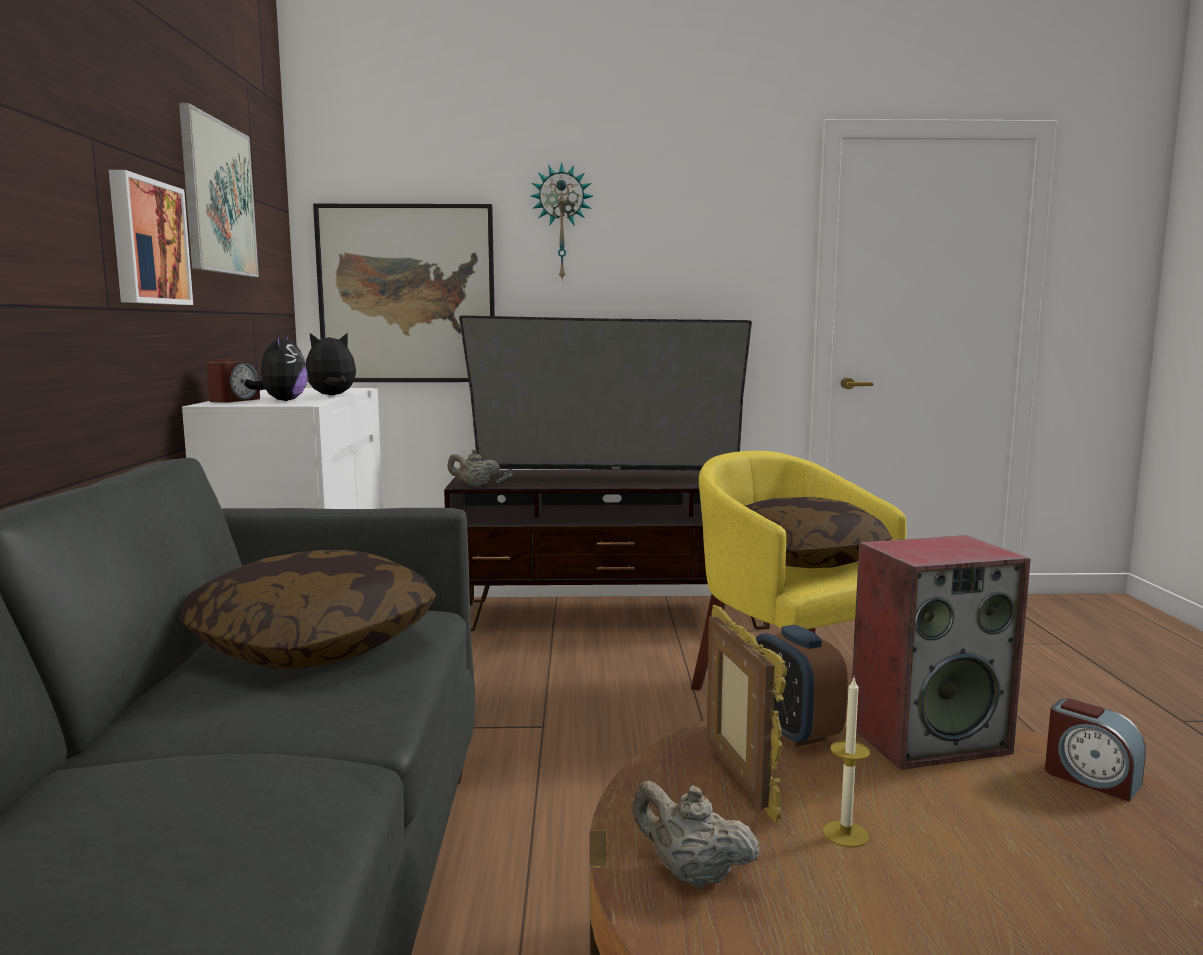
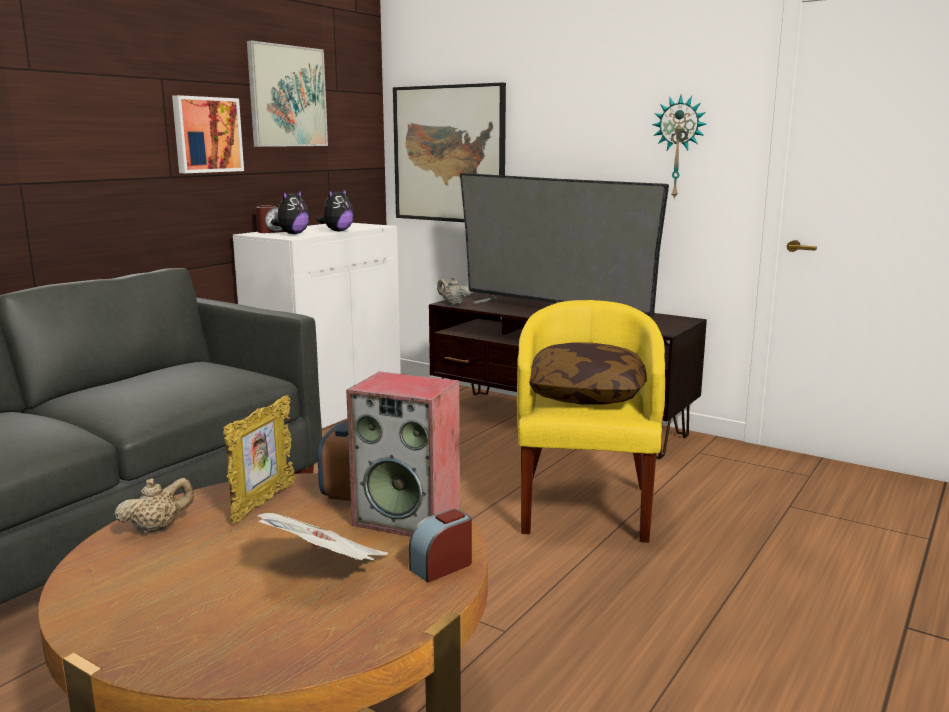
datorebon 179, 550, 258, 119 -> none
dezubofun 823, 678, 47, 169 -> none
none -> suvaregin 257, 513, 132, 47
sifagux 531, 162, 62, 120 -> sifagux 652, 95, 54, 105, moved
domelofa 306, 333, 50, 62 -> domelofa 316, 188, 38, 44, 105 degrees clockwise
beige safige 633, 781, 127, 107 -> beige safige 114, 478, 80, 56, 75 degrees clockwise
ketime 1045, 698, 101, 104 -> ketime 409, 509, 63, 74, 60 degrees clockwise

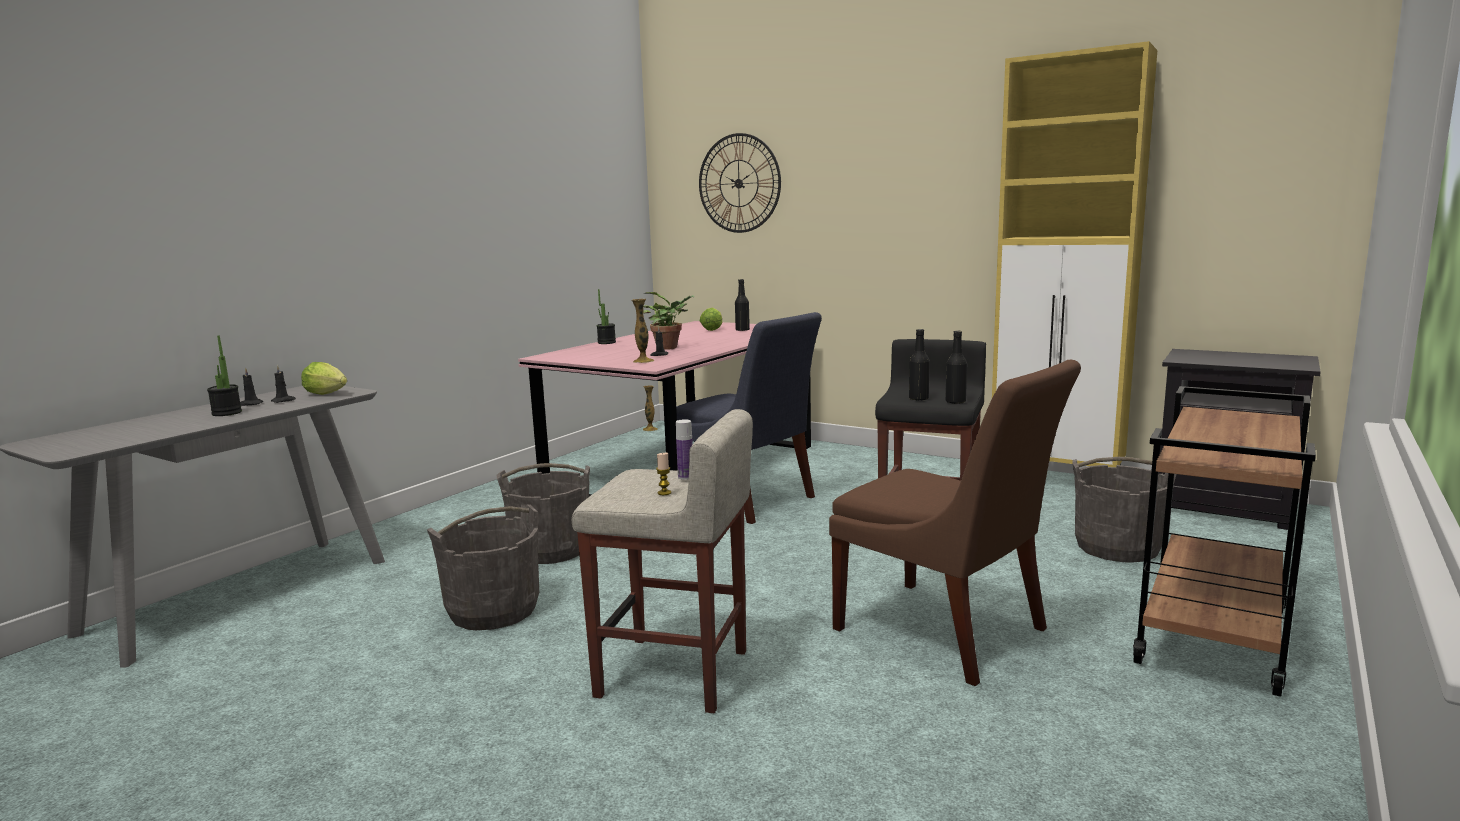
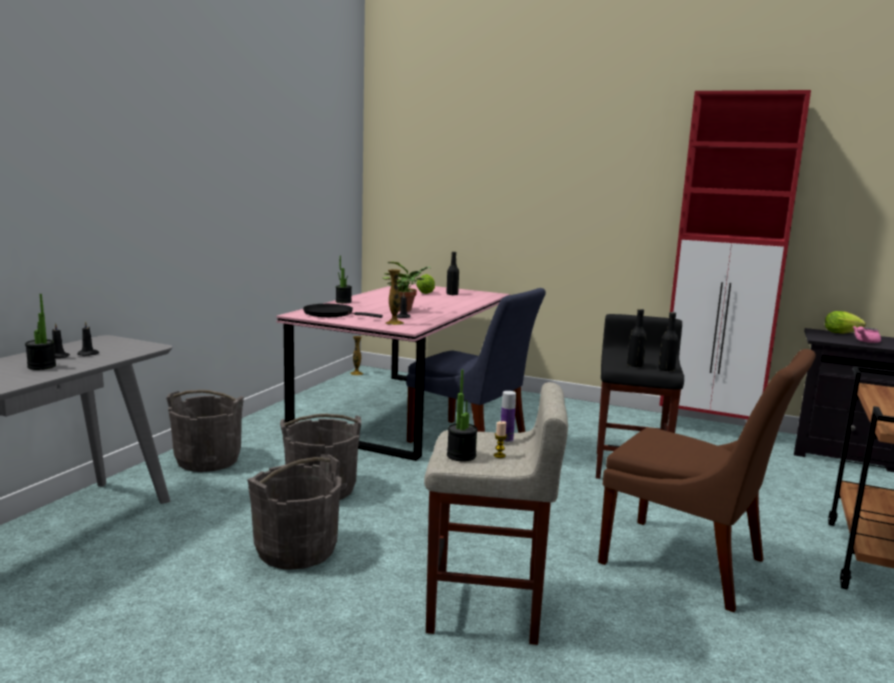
sifagux 699, 133, 82, 100 -> none
none -> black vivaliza 303, 304, 80, 14
none -> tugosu 447, 369, 31, 93
none -> pink safige 852, 326, 29, 17
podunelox 301, 362, 46, 33 -> podunelox 825, 311, 41, 23, moved
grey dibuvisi 1072, 457, 104, 106 -> grey dibuvisi 166, 390, 78, 82, moved
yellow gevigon 992, 41, 165, 426 -> red gevigon 659, 90, 152, 329

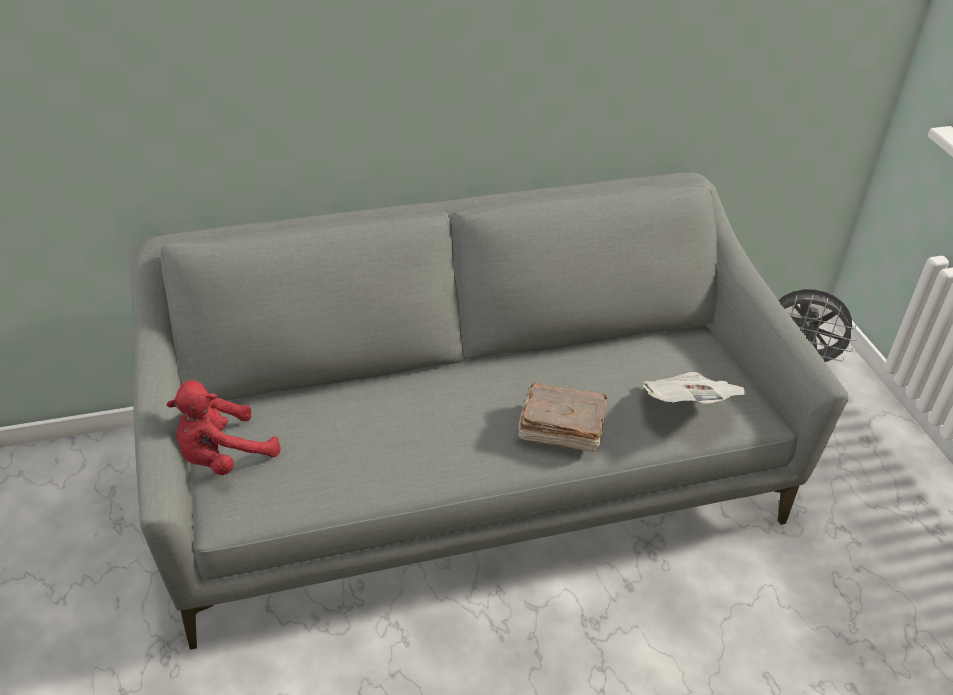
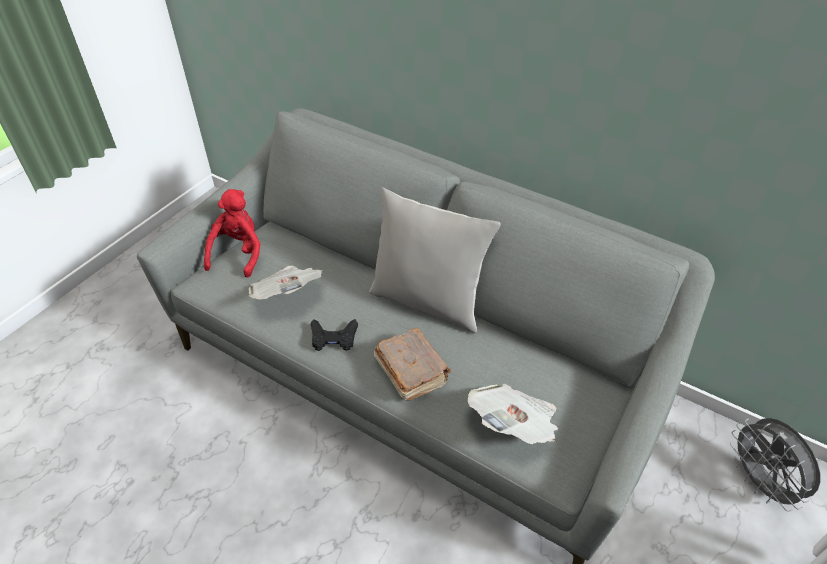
none -> suvaregin 248, 265, 74, 34
none -> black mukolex 310, 319, 48, 32
none -> grey datorebon 369, 187, 132, 146
red domelofa 166, 380, 115, 95 -> red domelofa 204, 189, 56, 89, 90 degrees clockwise

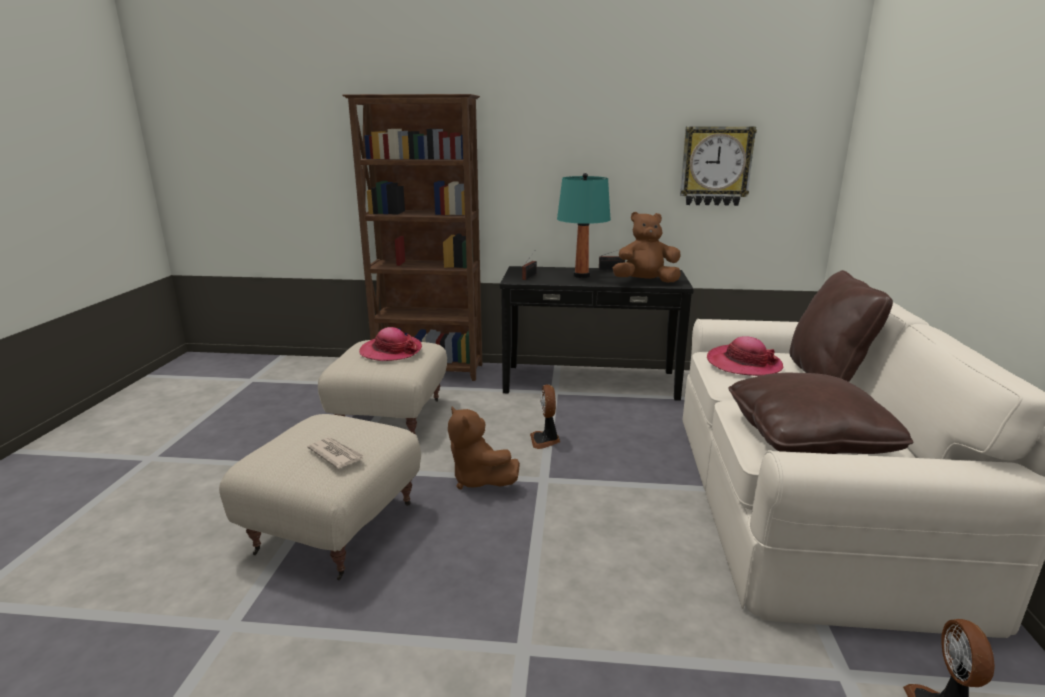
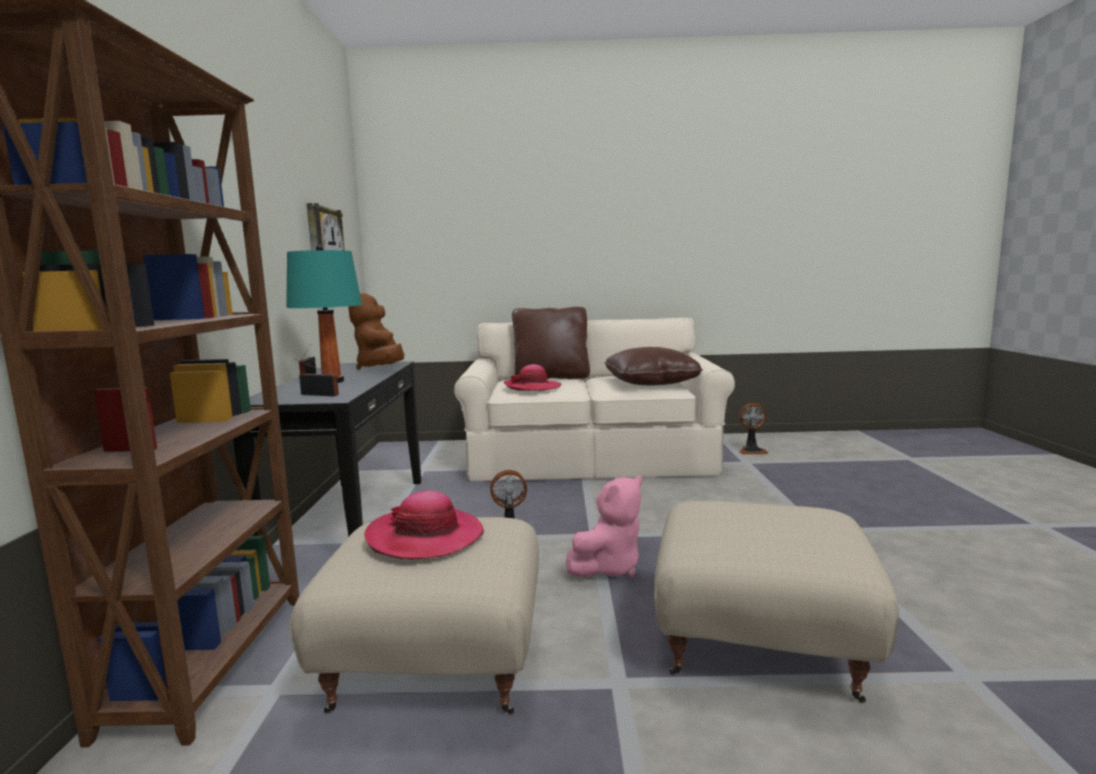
suvaregin 307, 437, 57, 32 -> none
brown domelofa 448, 407, 72, 82 -> pink domelofa 566, 476, 76, 102

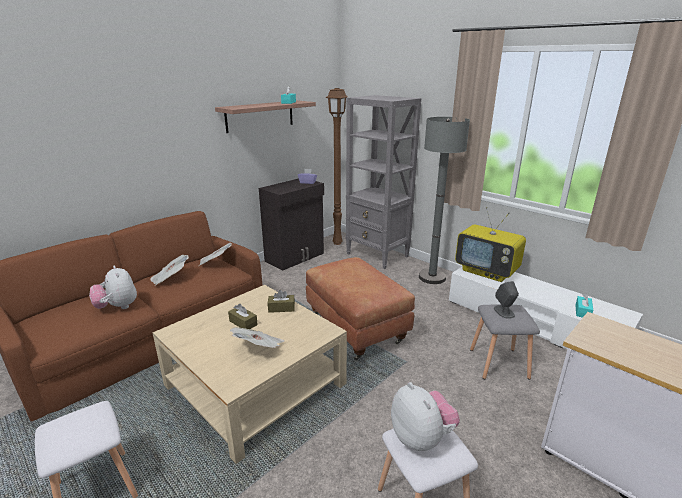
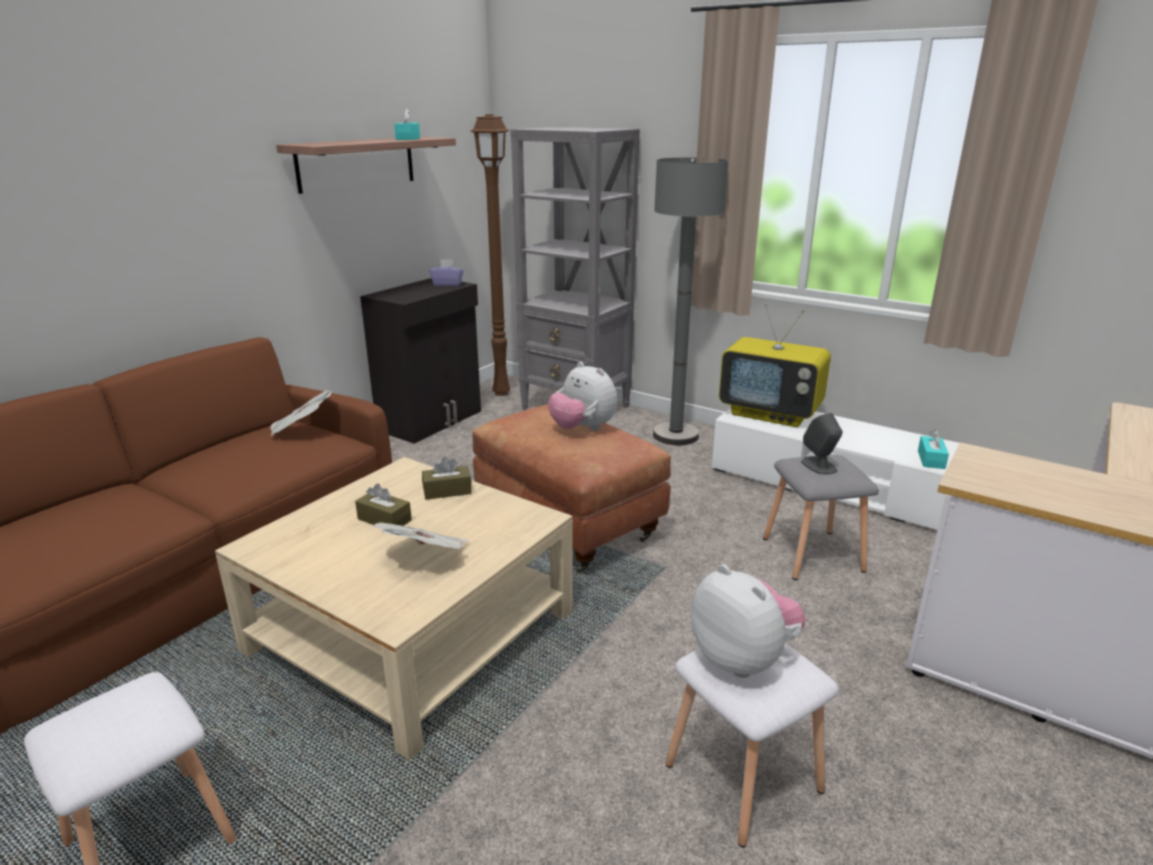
suvaregin 150, 255, 39, 31 -> none
domelofa 89, 266, 48, 43 -> domelofa 548, 362, 69, 69, moved

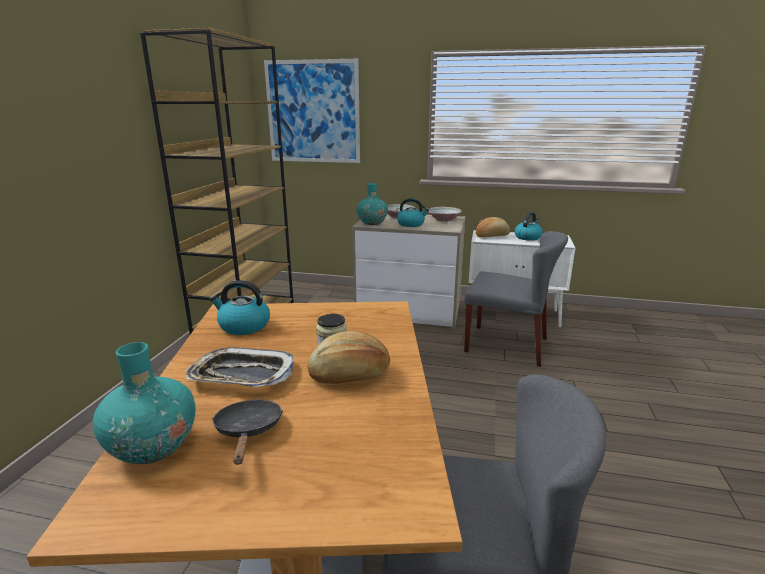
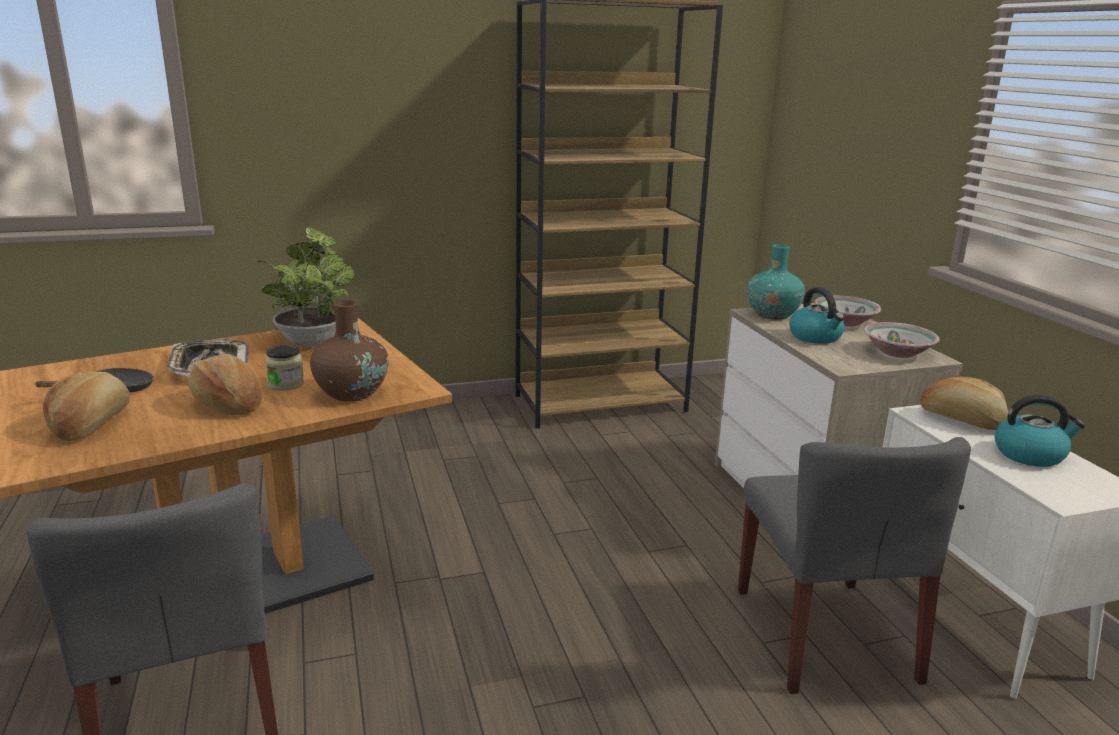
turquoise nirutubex 93, 342, 102, 122 -> none
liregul 264, 59, 96, 104 -> none
none -> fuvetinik 43, 372, 87, 69
none -> brown nirutubex 310, 300, 78, 101
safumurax 210, 280, 60, 55 -> tugosu 258, 227, 96, 120

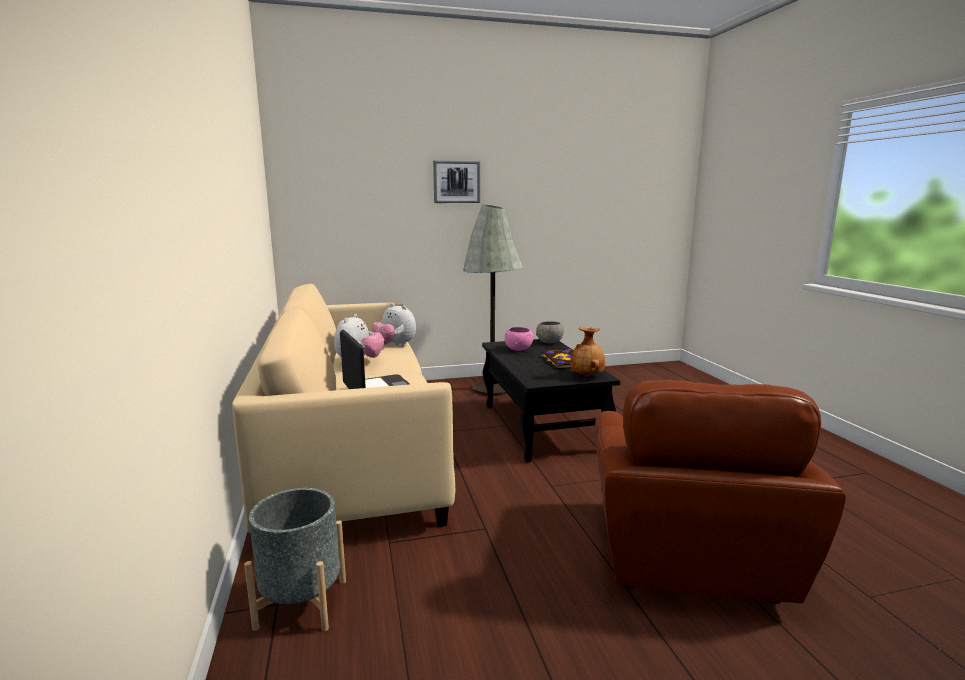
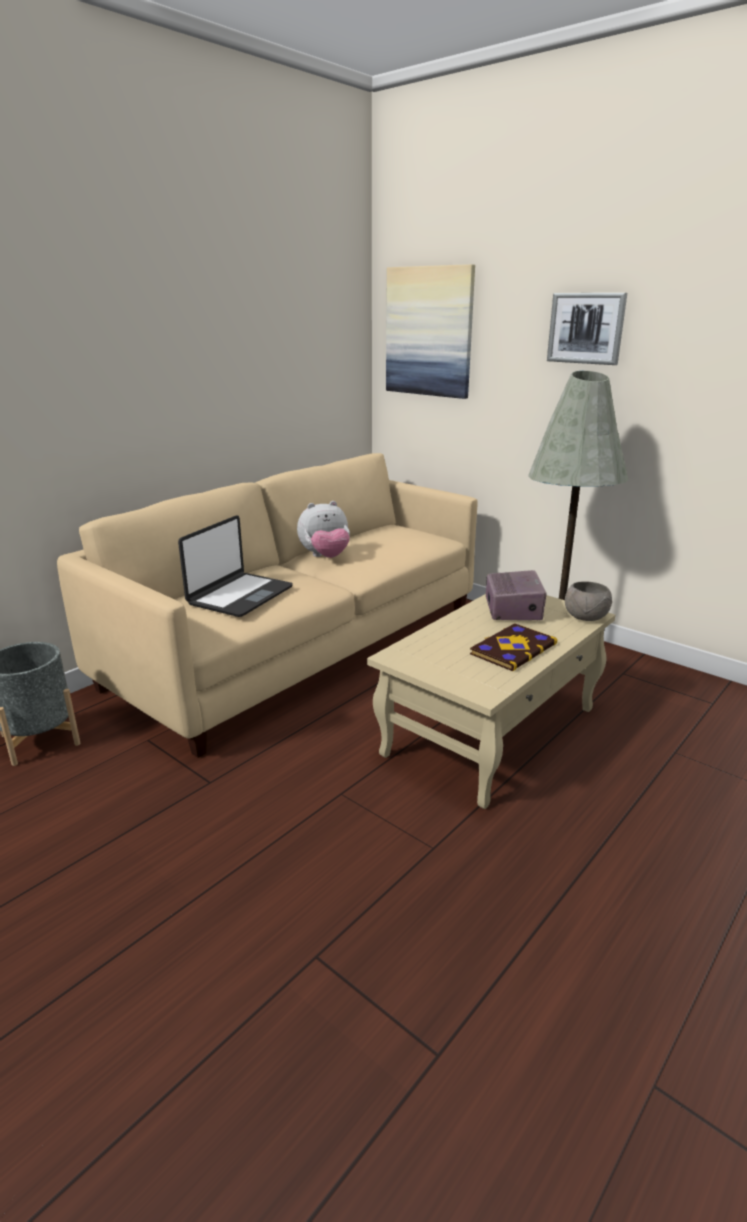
domelofa 372, 303, 44, 44 -> none
brown nirutubex 570, 327, 35, 49 -> none
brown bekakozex 595, 380, 251, 224 -> none
none -> liregul 386, 264, 89, 135
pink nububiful 505, 327, 29, 24 -> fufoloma 485, 570, 62, 50
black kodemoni 482, 339, 138, 123 -> beige kodemoni 367, 594, 248, 215

